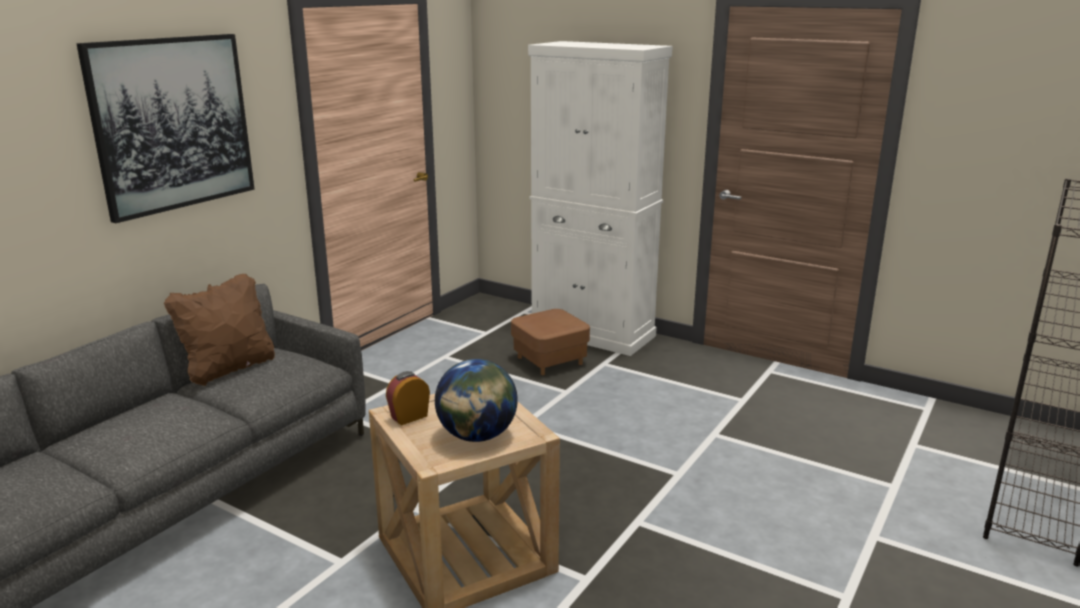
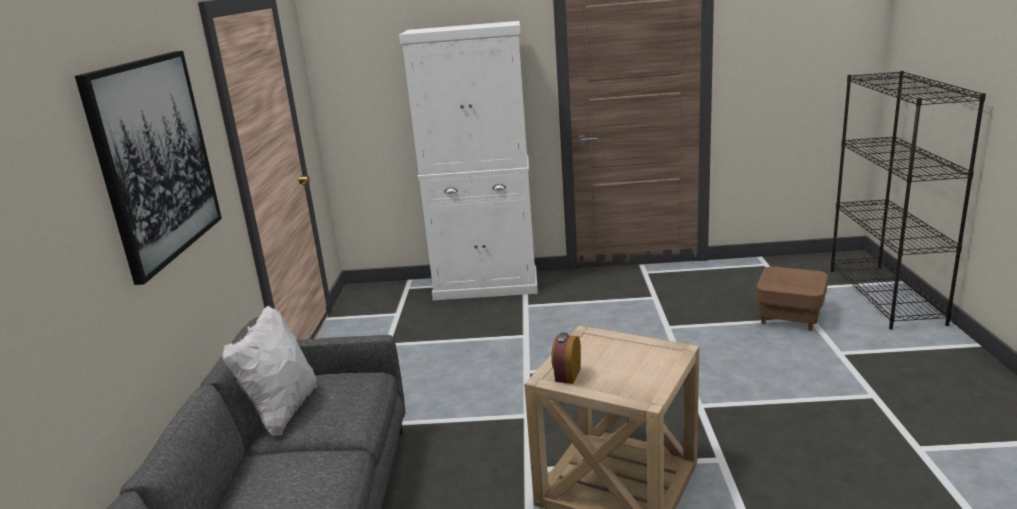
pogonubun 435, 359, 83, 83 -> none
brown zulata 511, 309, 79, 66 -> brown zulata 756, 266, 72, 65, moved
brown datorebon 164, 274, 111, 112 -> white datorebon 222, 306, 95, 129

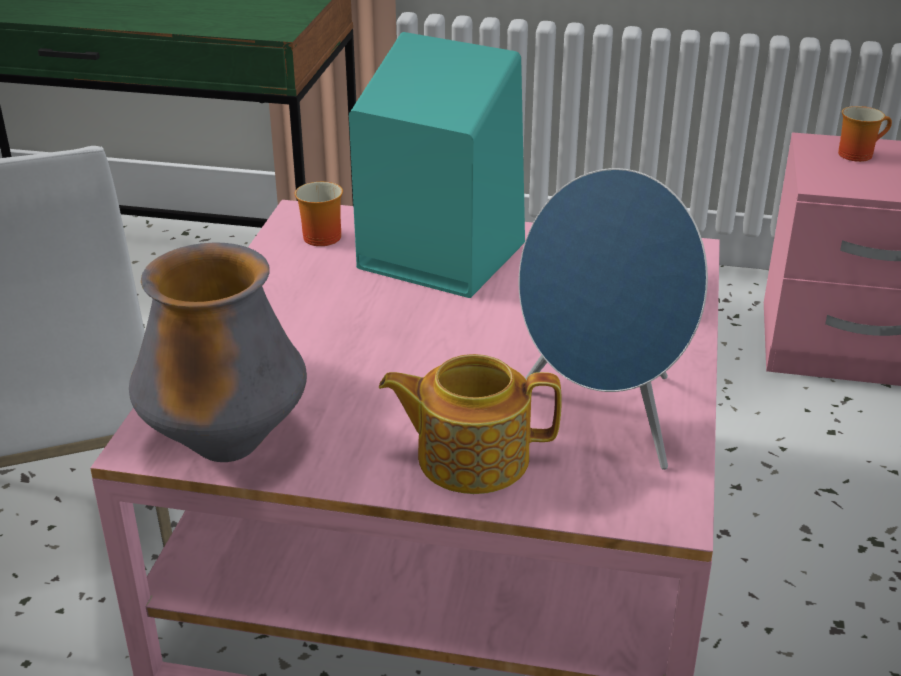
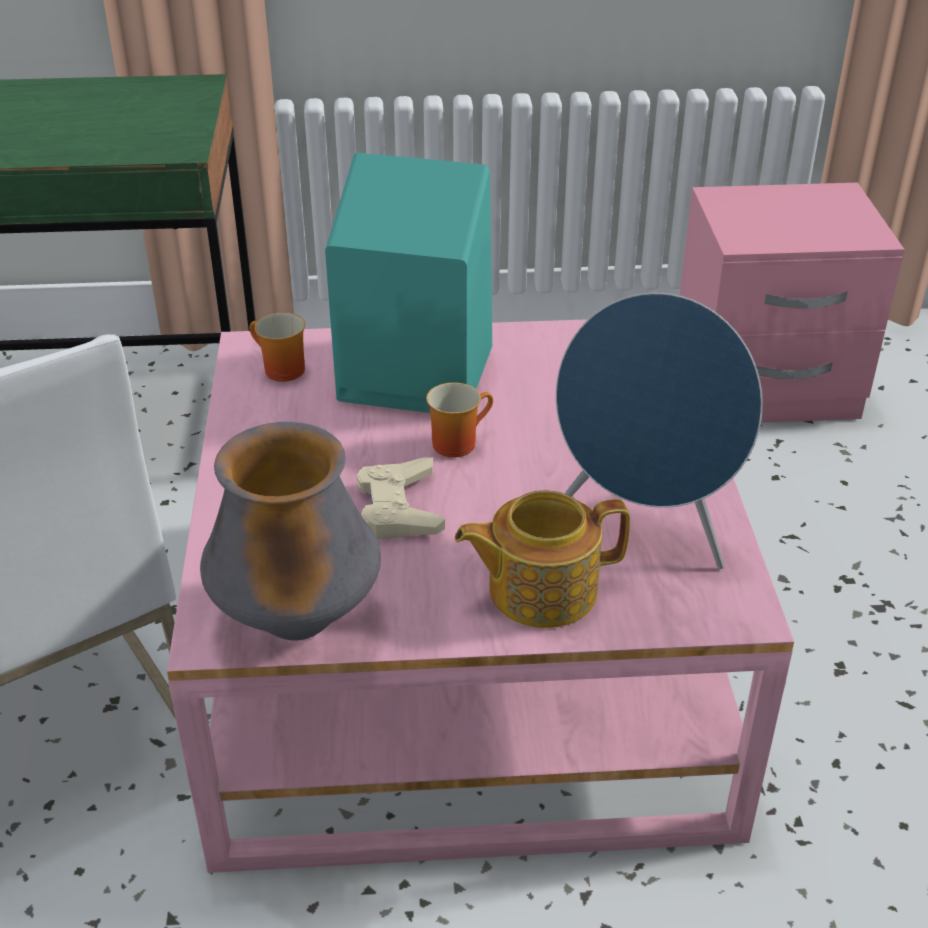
none -> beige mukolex 357, 457, 88, 82
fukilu 838, 106, 54, 56 -> fukilu 426, 383, 67, 74, moved

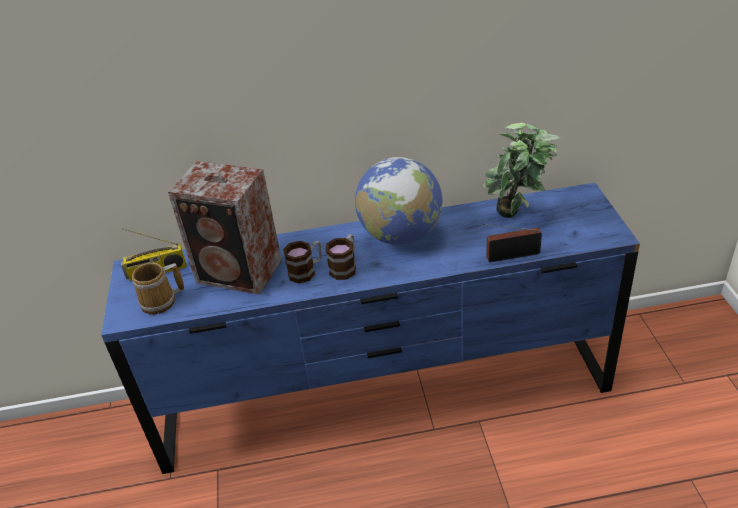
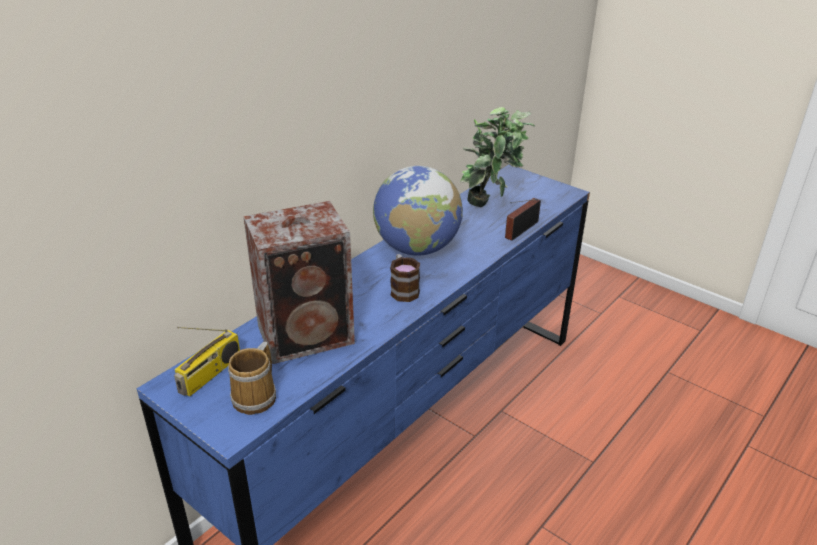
fukilu 283, 241, 39, 42 -> none

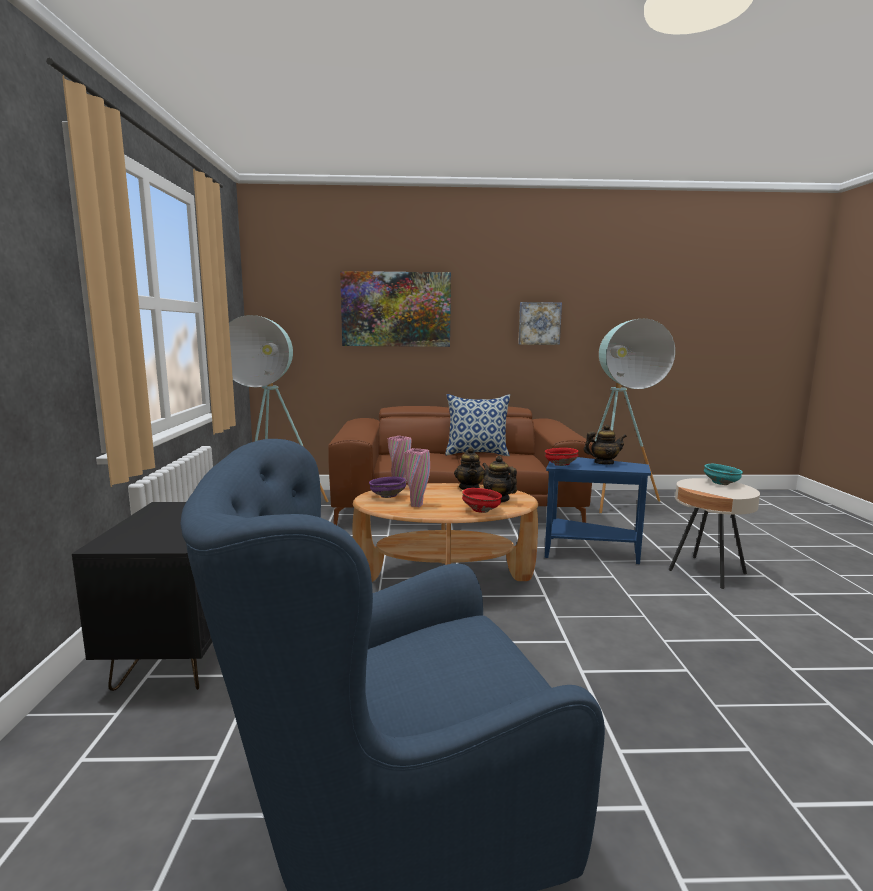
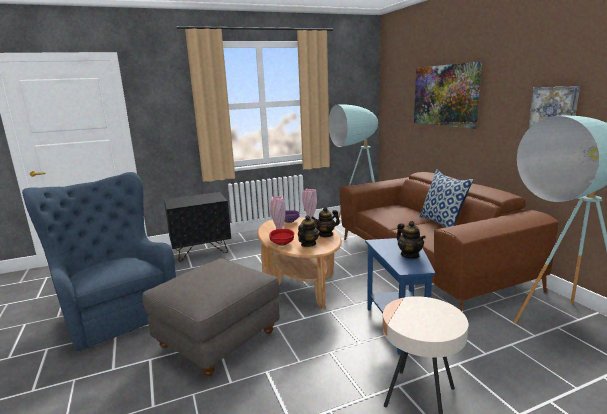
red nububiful 545, 448, 34, 18 -> none
turquoise nububiful 704, 464, 39, 21 -> none
none -> grey zulata 142, 258, 138, 119

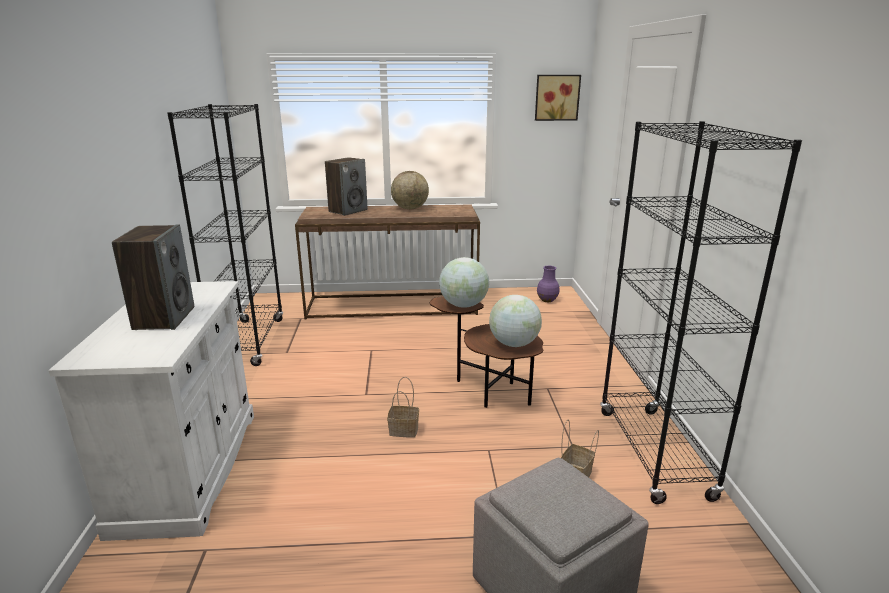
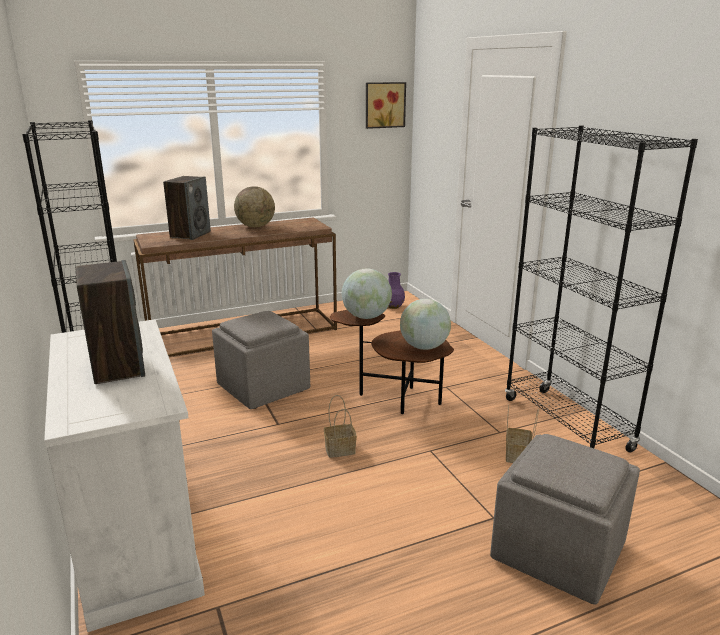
none -> grey zulata 212, 311, 98, 98

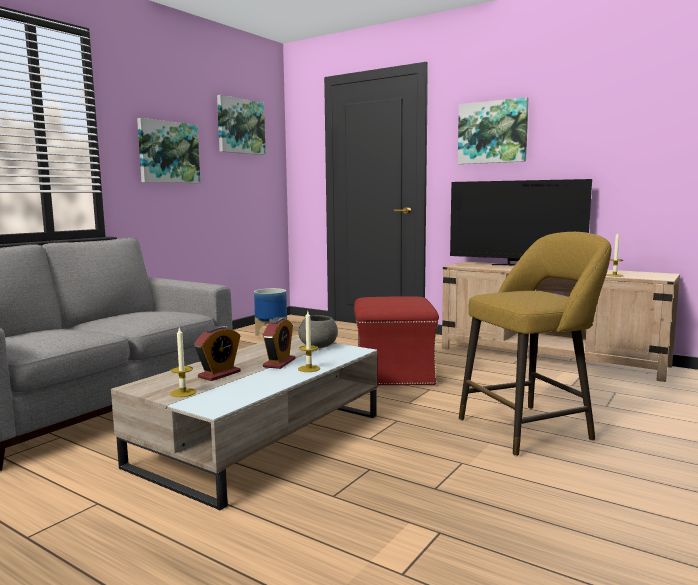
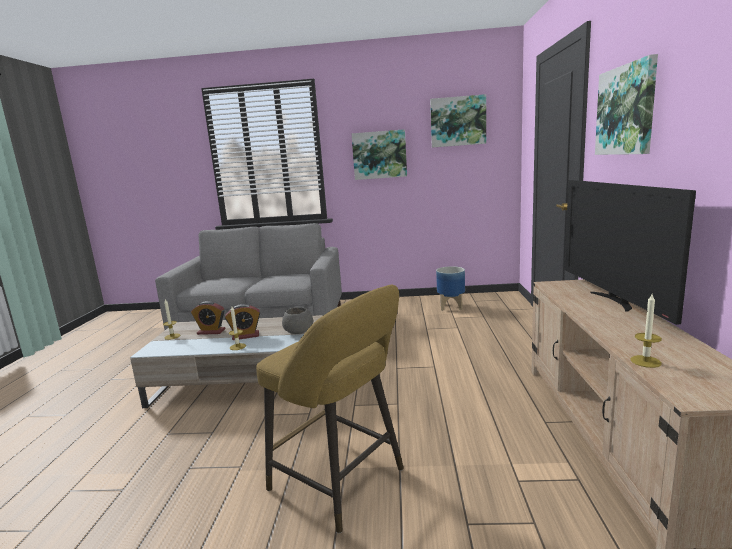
red zulata 354, 296, 85, 90 -> none

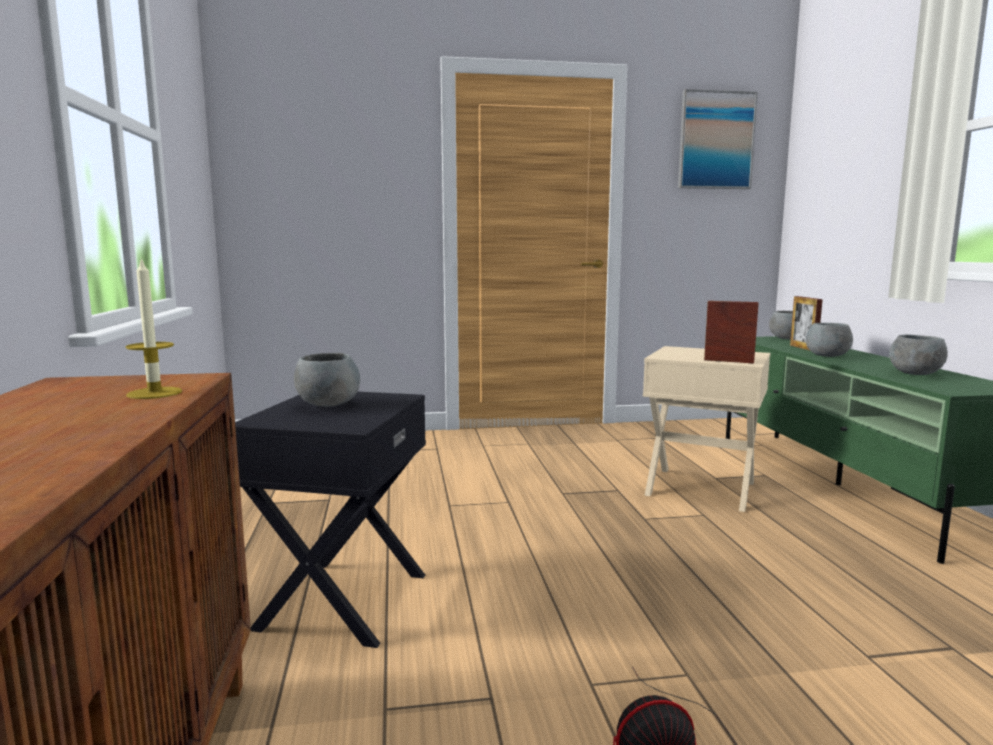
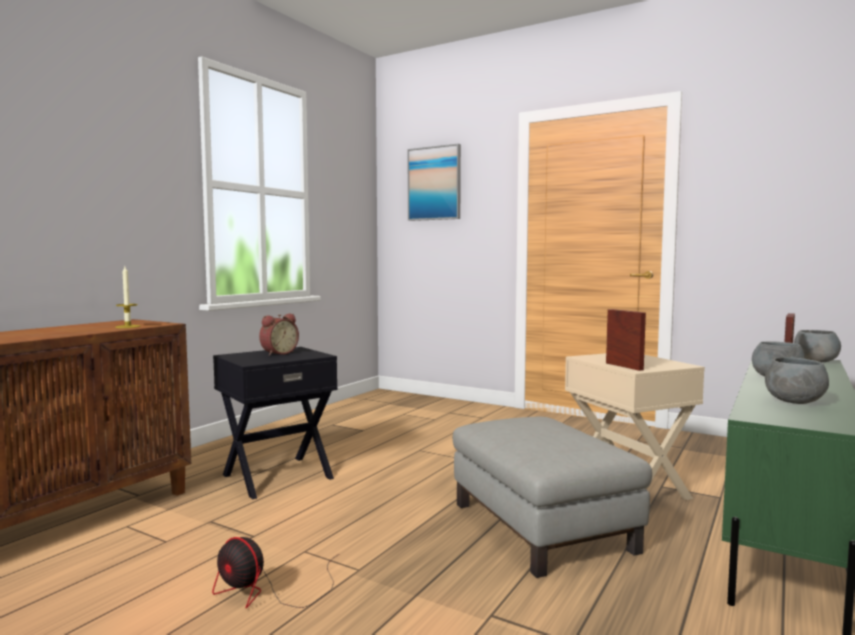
none -> grey zulata 453, 417, 199, 161
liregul 678, 89, 80, 100 -> liregul 408, 144, 53, 77, moved
grey nububiful 294, 353, 66, 54 -> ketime 259, 313, 40, 43

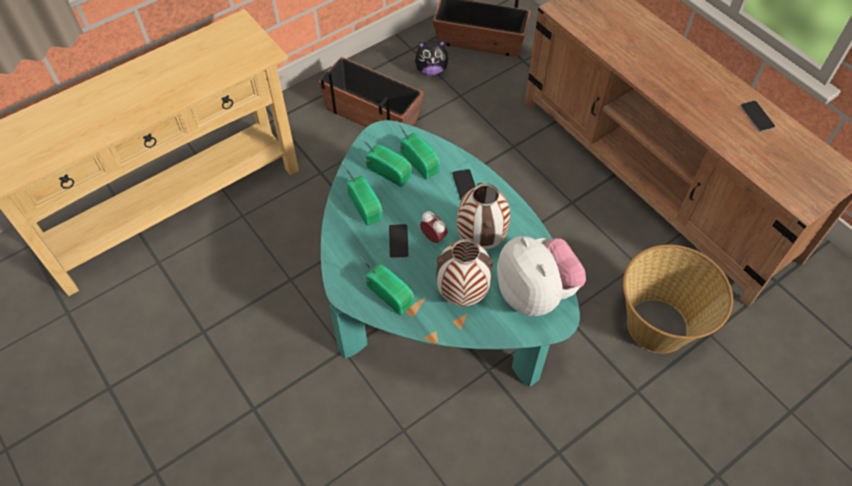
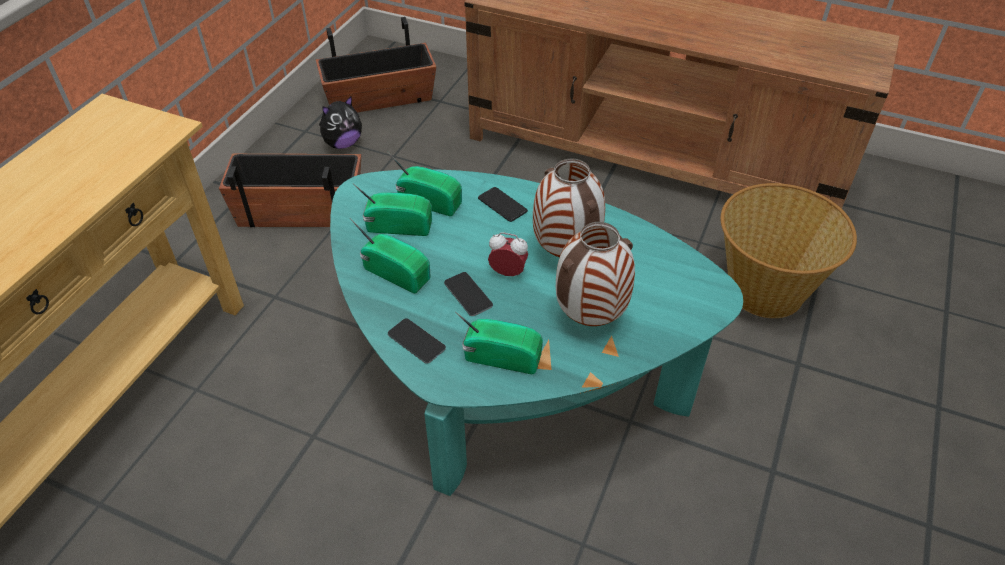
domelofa 497, 236, 89, 80 -> none
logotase 741, 101, 34, 31 -> logotase 388, 318, 58, 46, moved

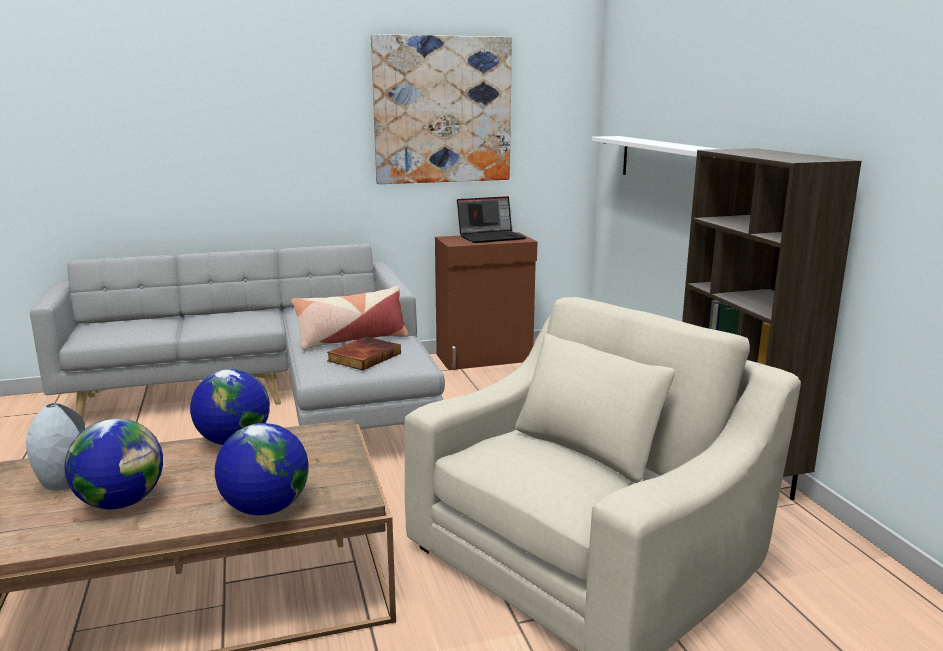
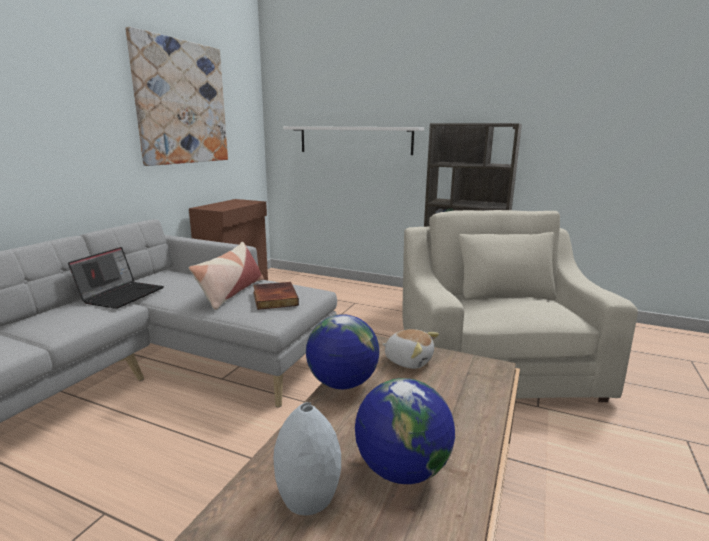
pogonubun 215, 423, 94, 93 -> none
none -> domelofa 382, 329, 57, 40
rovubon 457, 196, 69, 47 -> rovubon 68, 247, 96, 62, moved

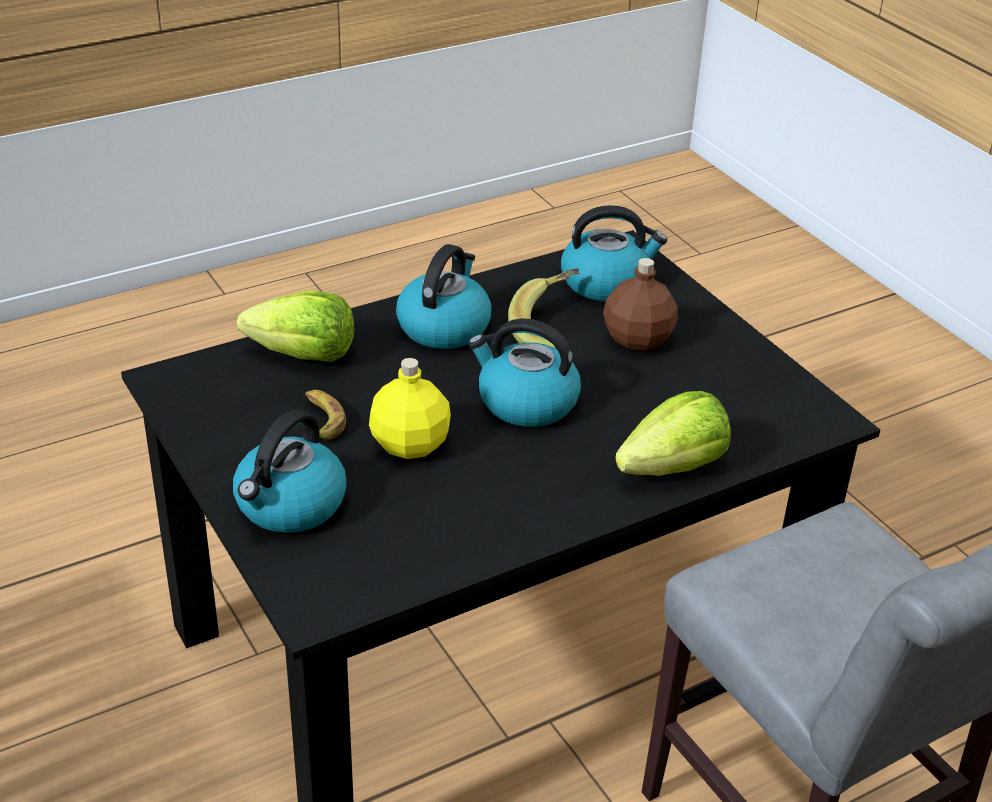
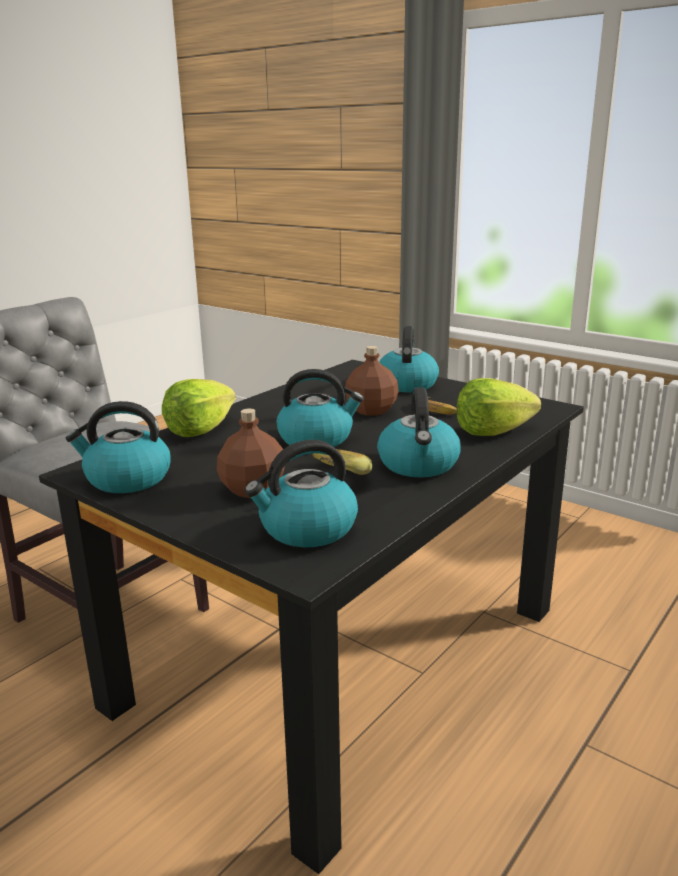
none -> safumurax 66, 401, 105, 92
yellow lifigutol 369, 358, 82, 101 -> brown lifigutol 345, 346, 54, 70

